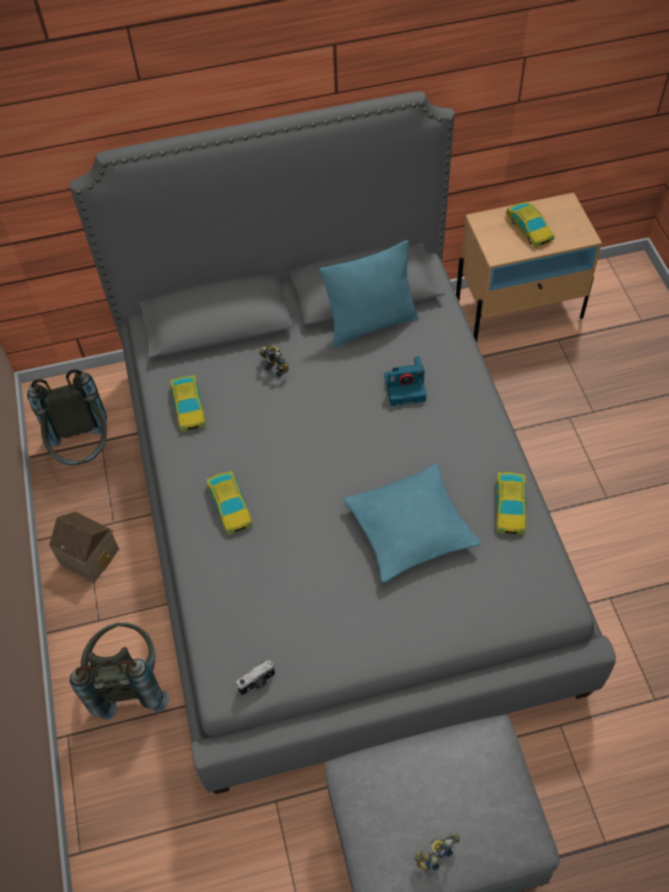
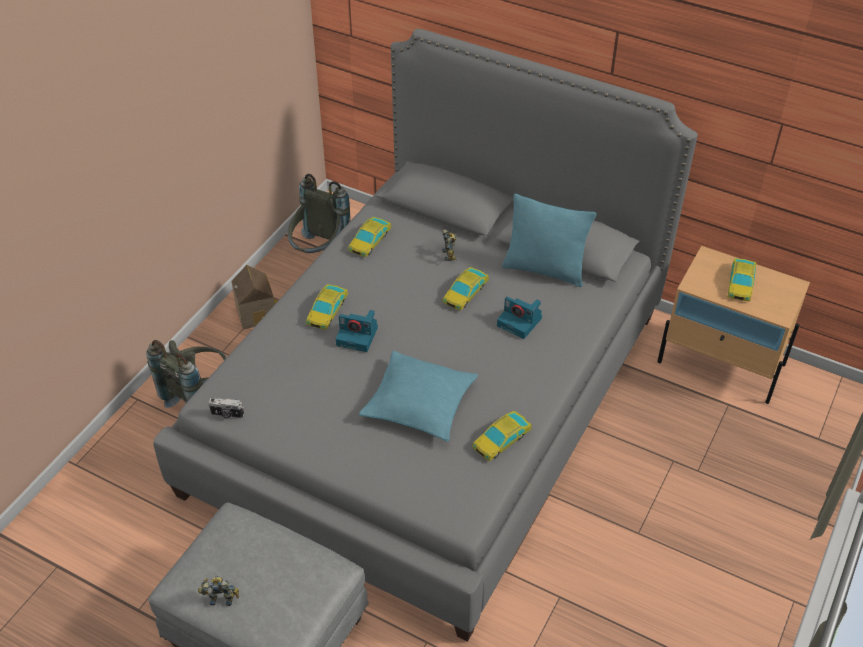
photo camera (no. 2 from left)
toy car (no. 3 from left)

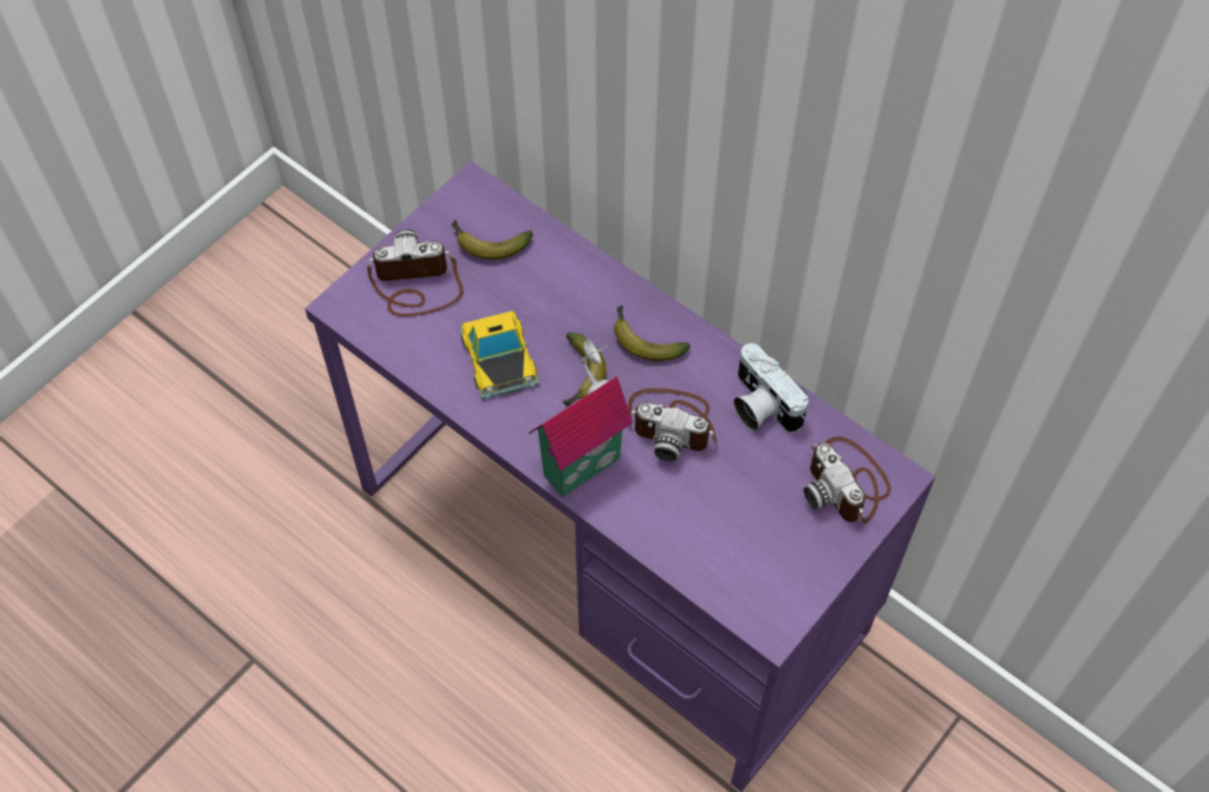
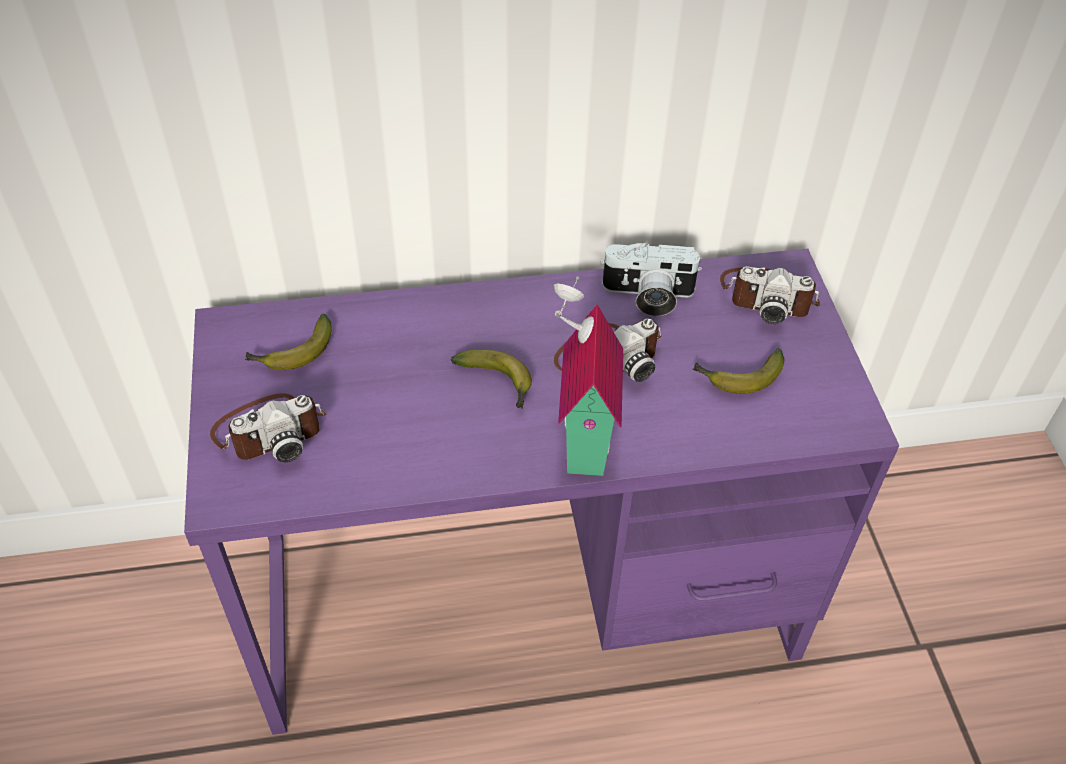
photo camera (no. 1 from left)
toy car
banana (no. 3 from left)

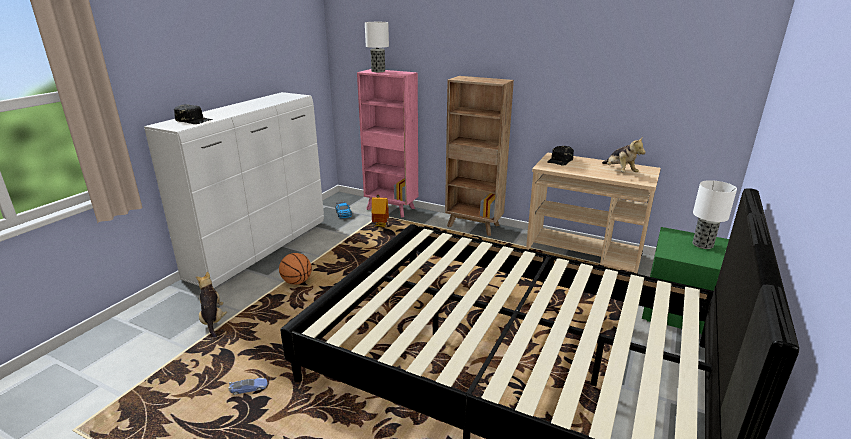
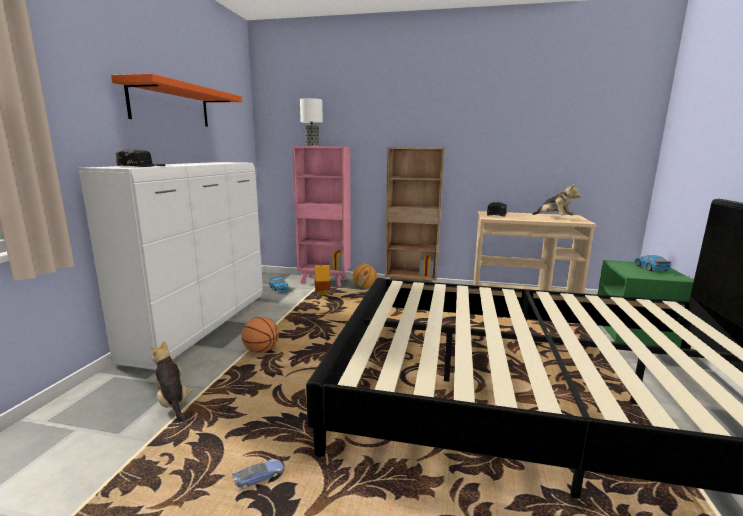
toy car (no. 3 from left)
shelf (orange)
basketball (no. 2 from left)

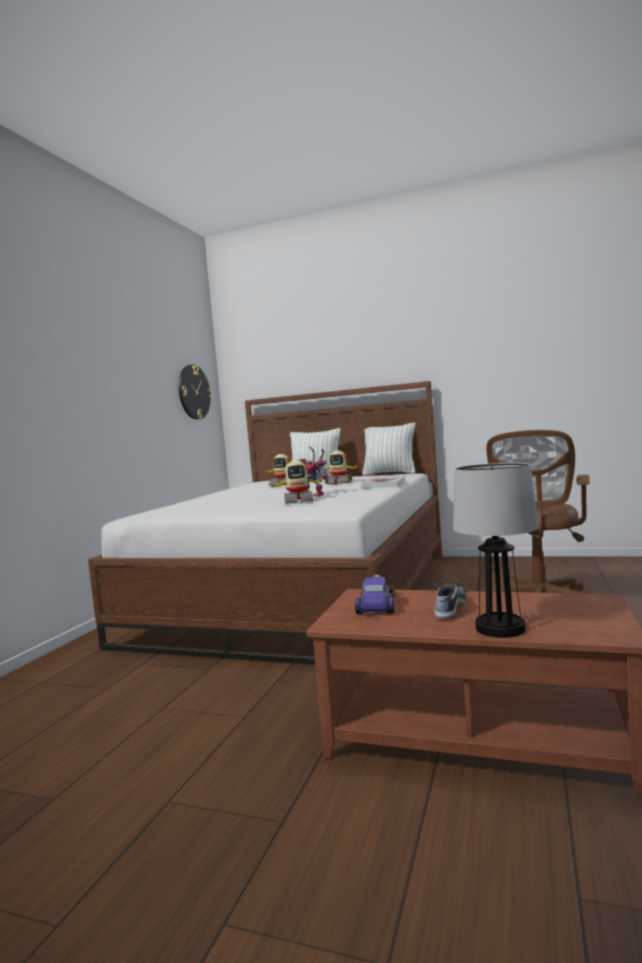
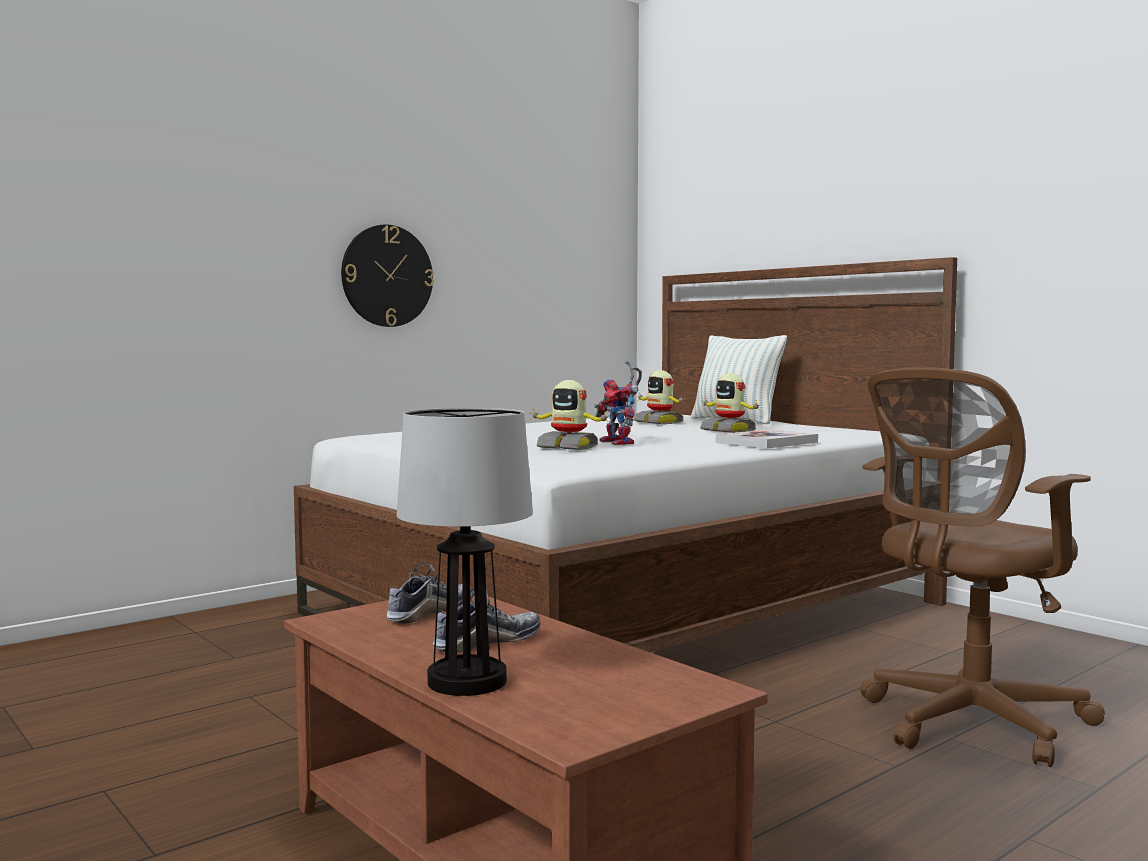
wall clock
shoe (no. 1 from left)
pillow (no. 2 from left in the first image)

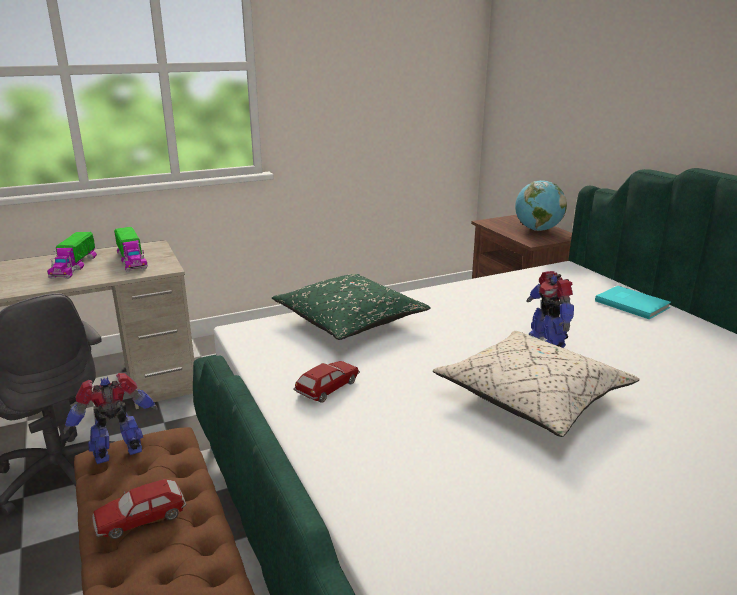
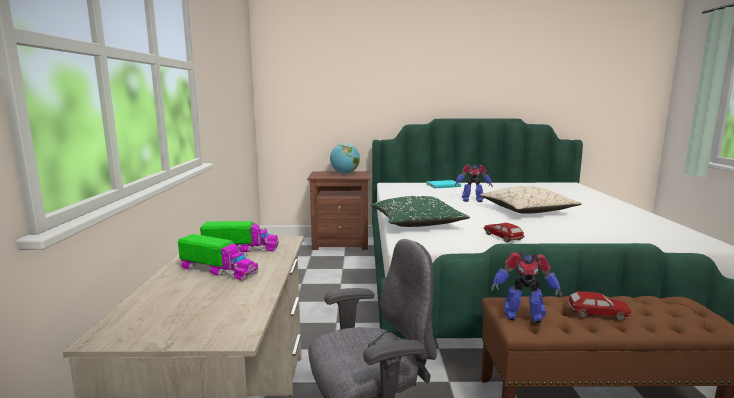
toy robot (no. 2 from left)
toy car (no. 2 from left)

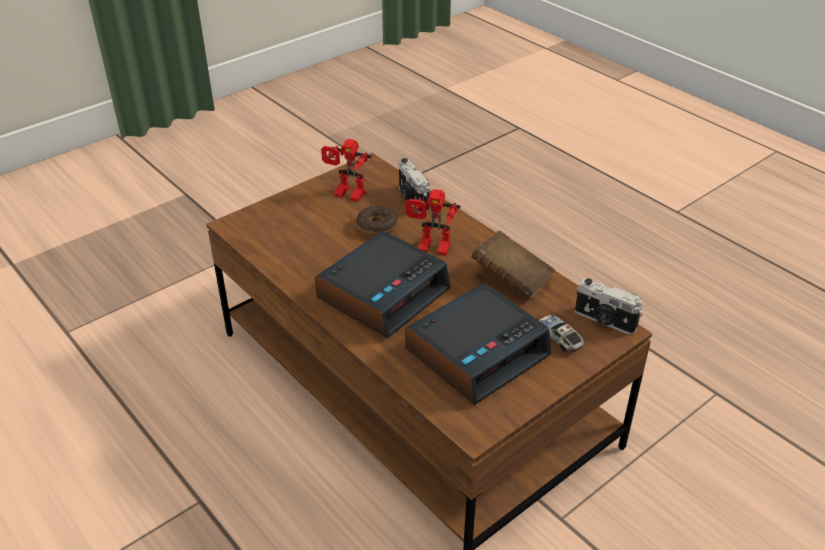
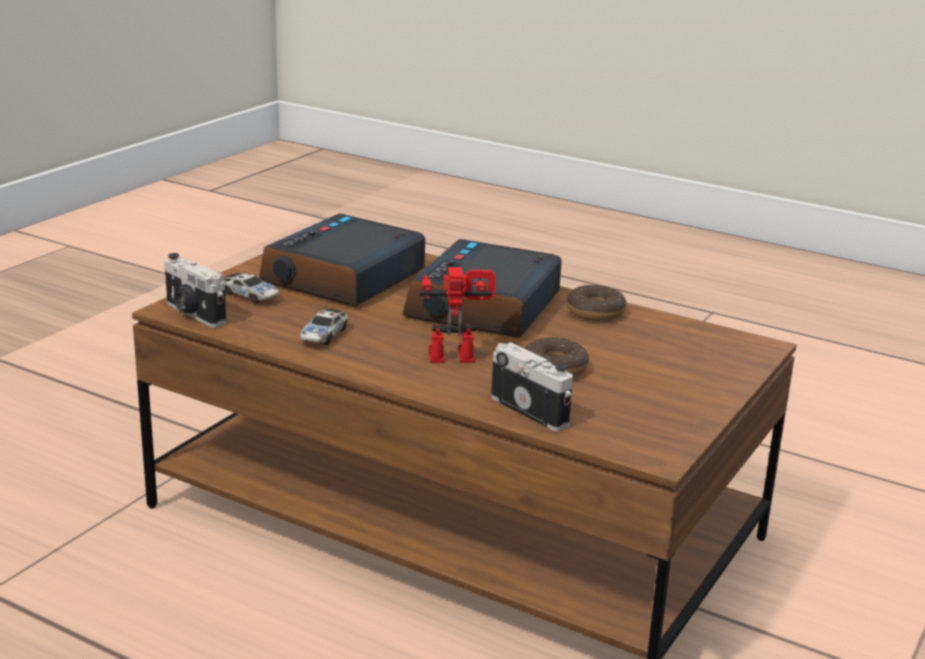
toy robot (no. 1 from left in the first image)
toy car (no. 2 from left)
photo camera (no. 1 from left)
donut (no. 2 from left)

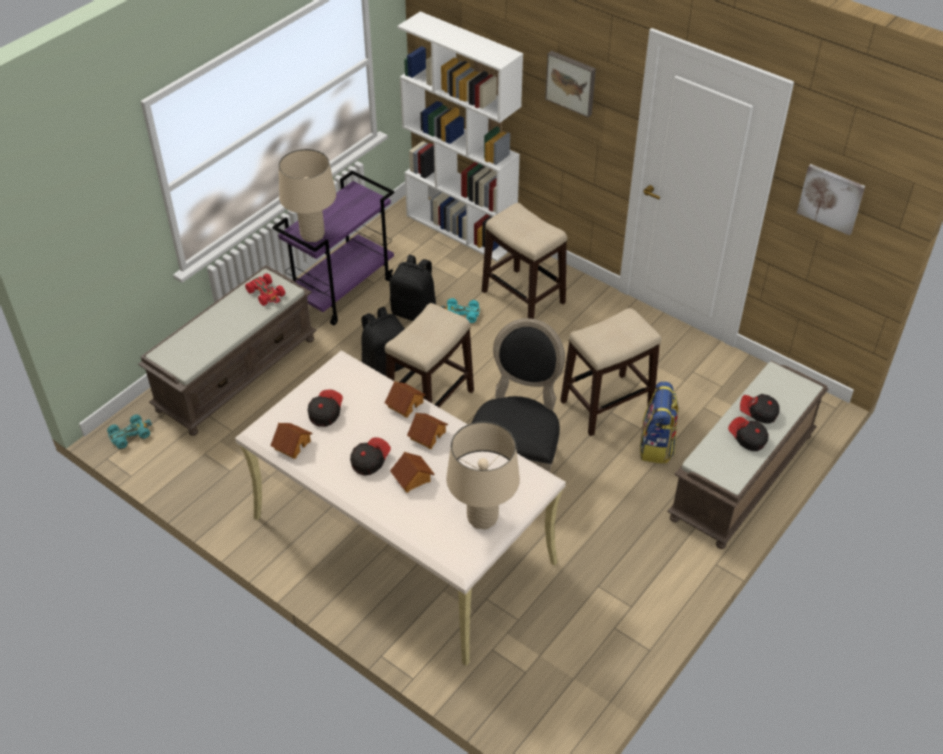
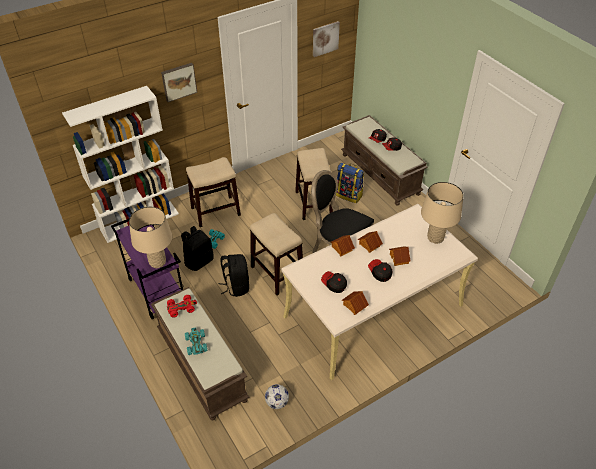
toy car (turquoise) (no. 1 from left)
football

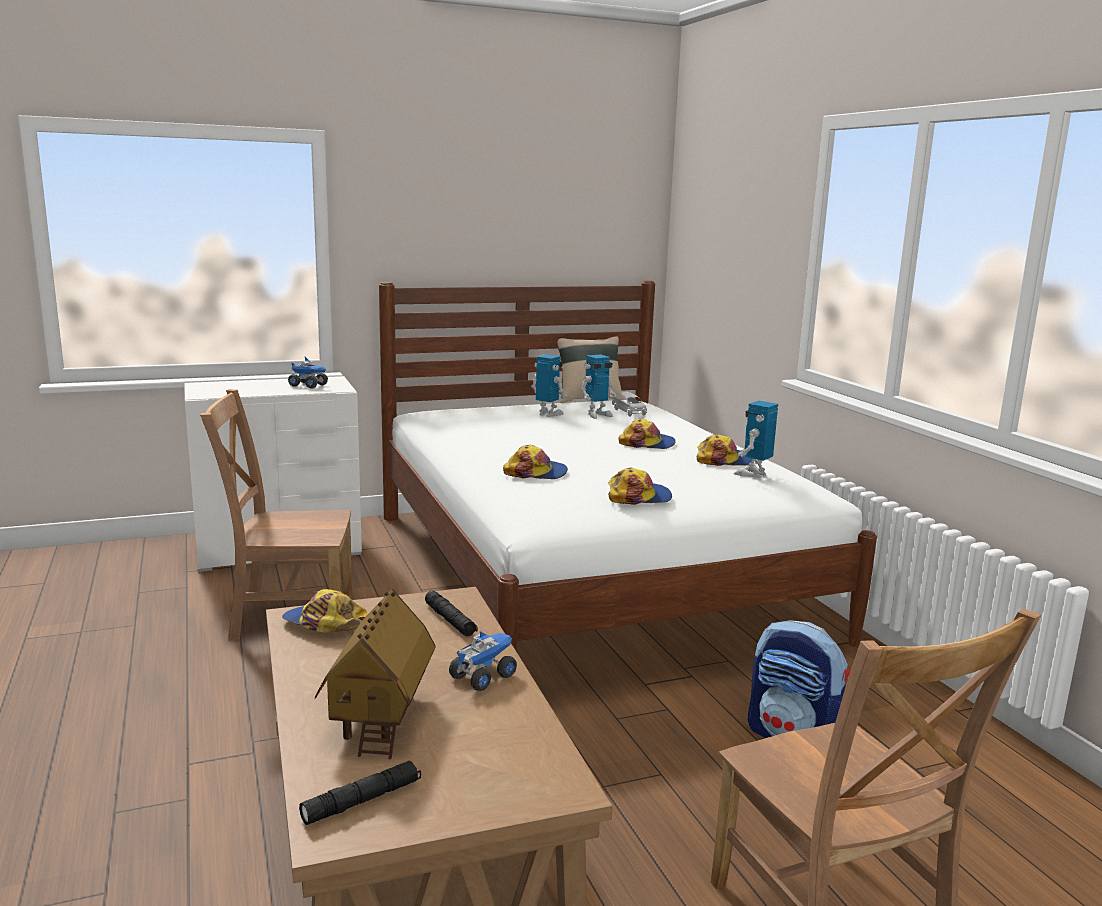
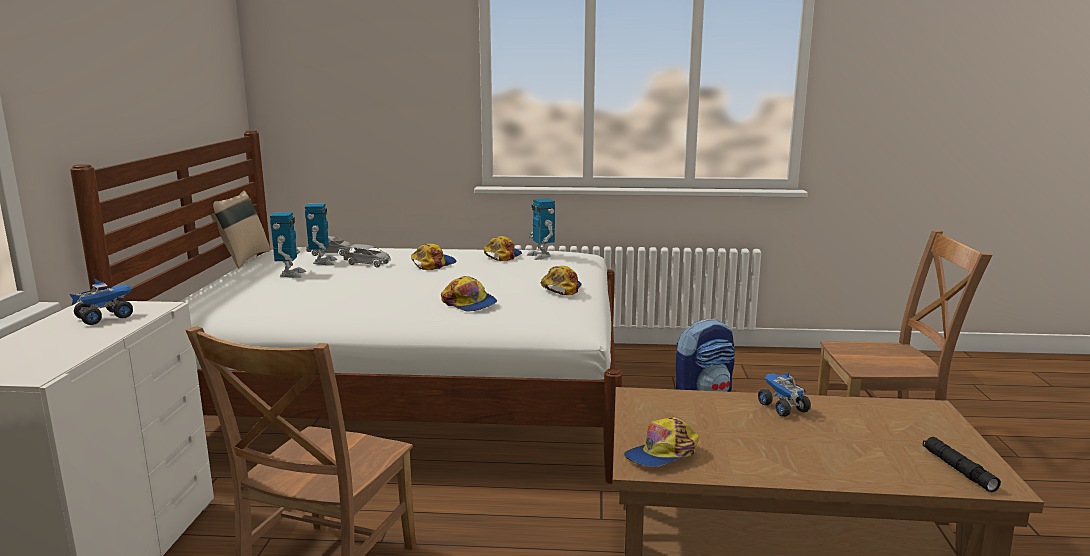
toy house
flashlight (black) (no. 2 from left in the first image)
cap (no. 2 from left)
toy robot (no. 1 from left)
toy car (grey) (no. 2 from left)

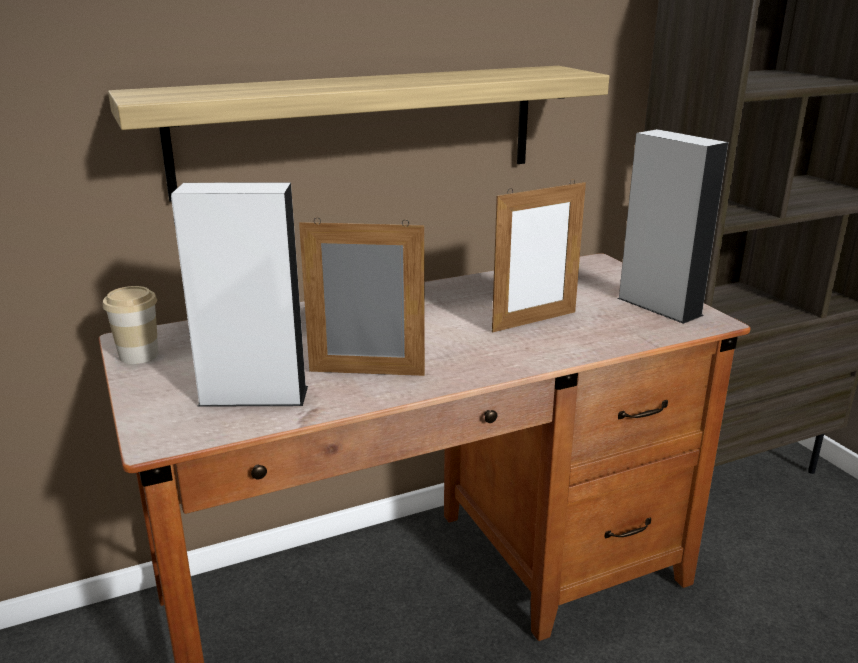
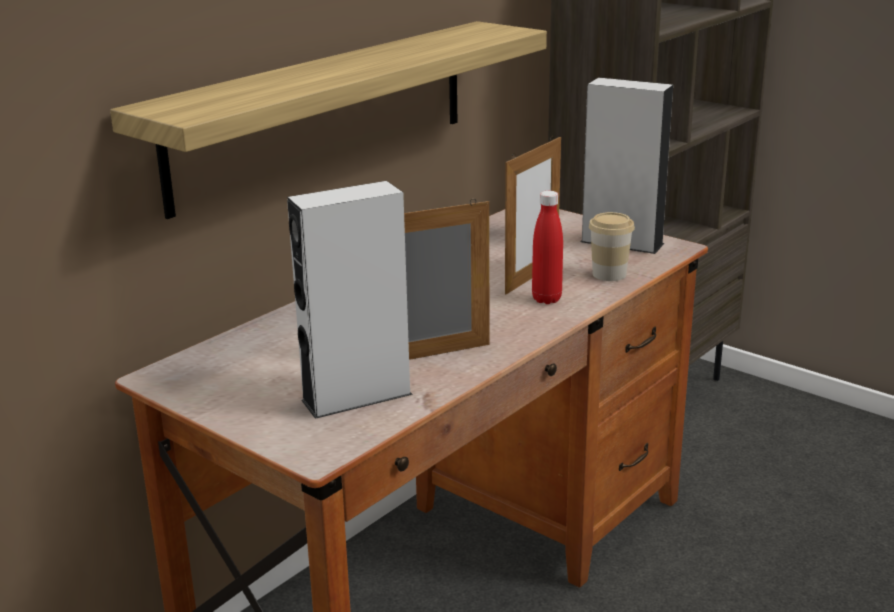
cup
bottle (red)

